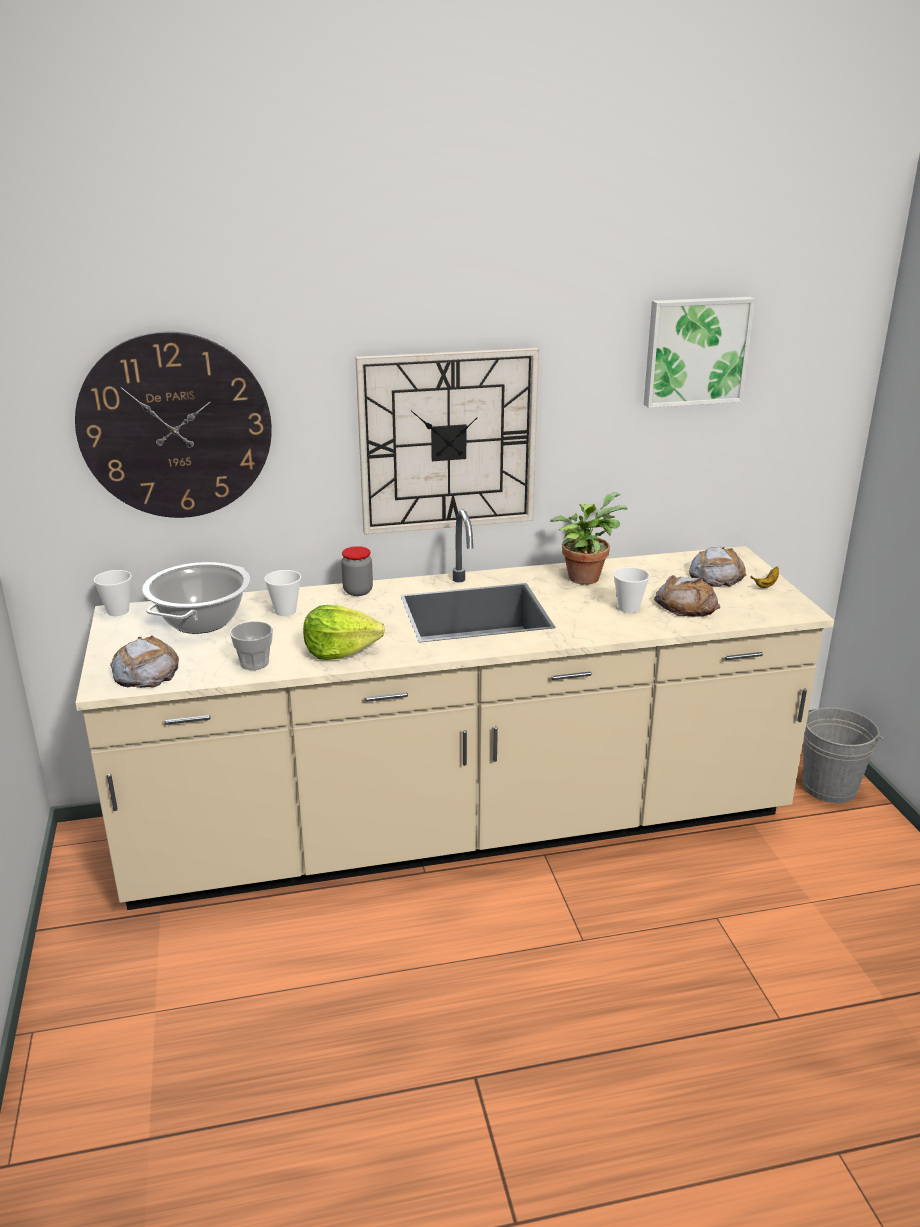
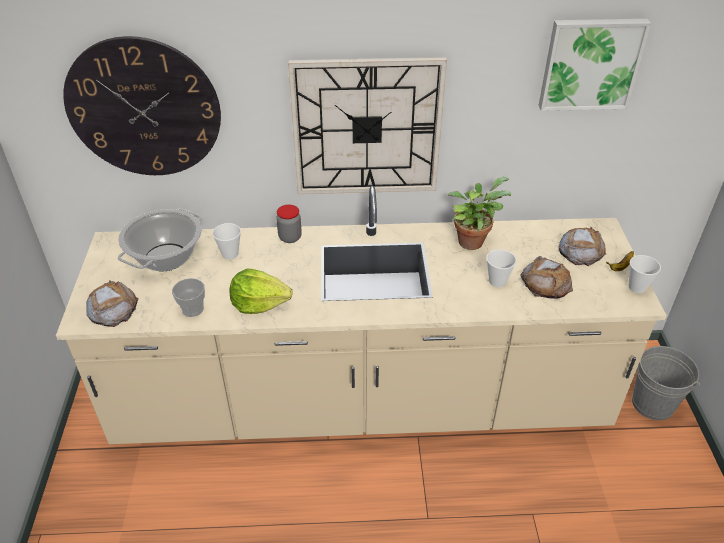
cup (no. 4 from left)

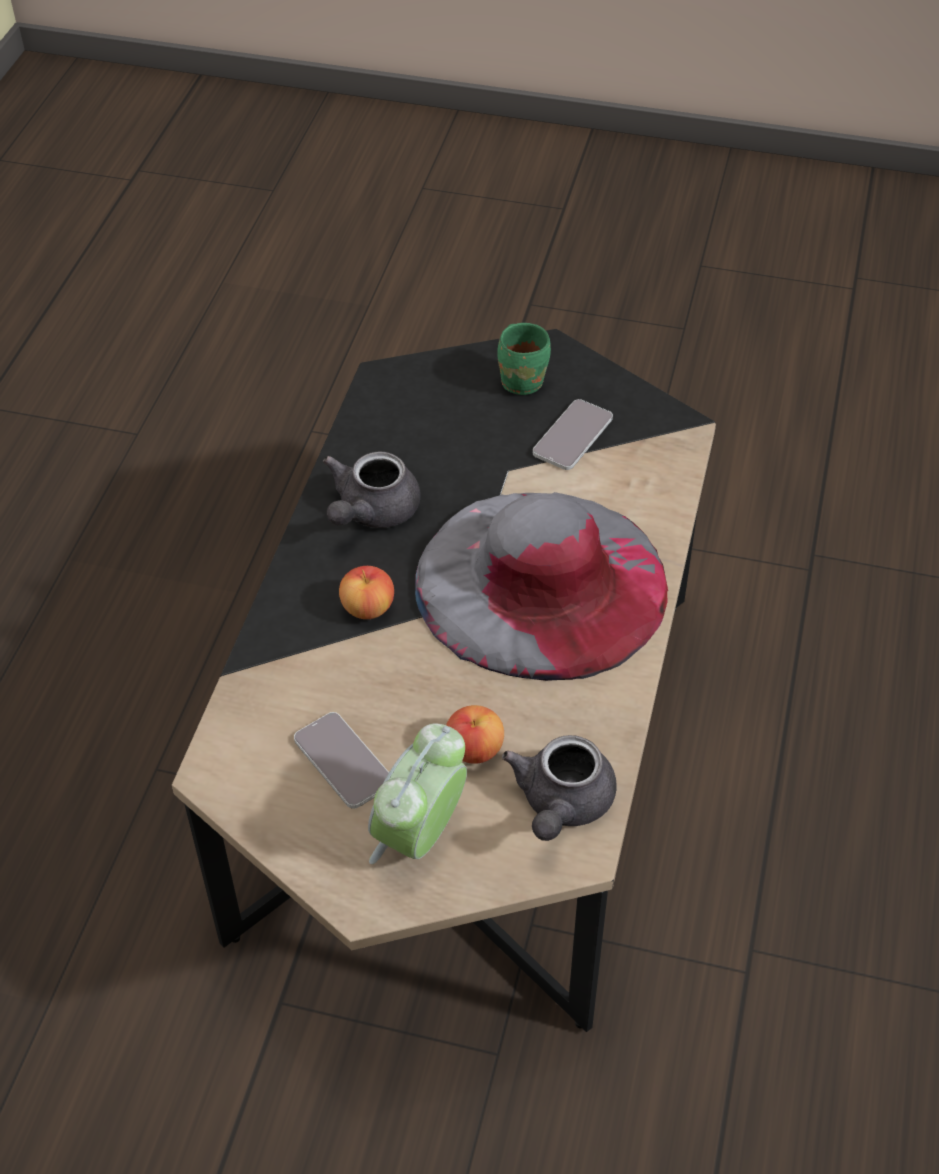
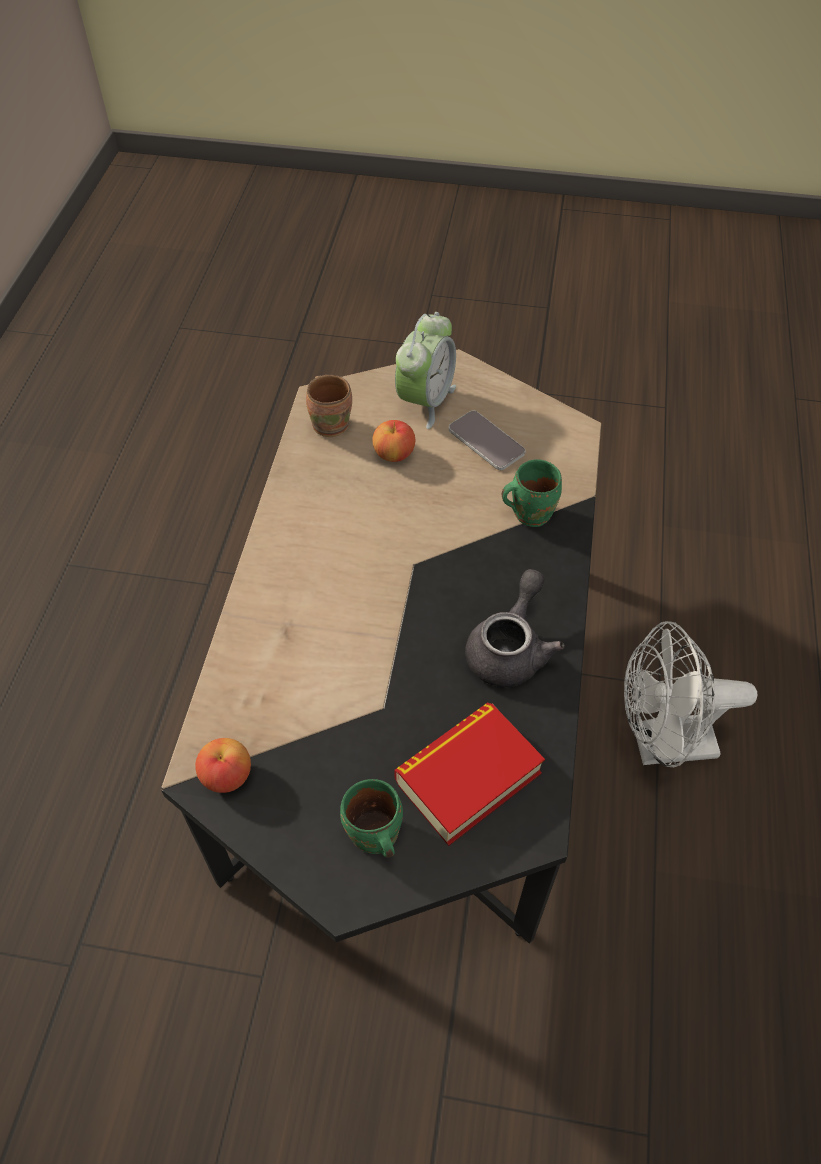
apple (no. 1 from left)
hat (grey)
mug (brown)
phone (no. 2 from left in the first image)
book
mug (green) (no. 2 from left)
fan (white)

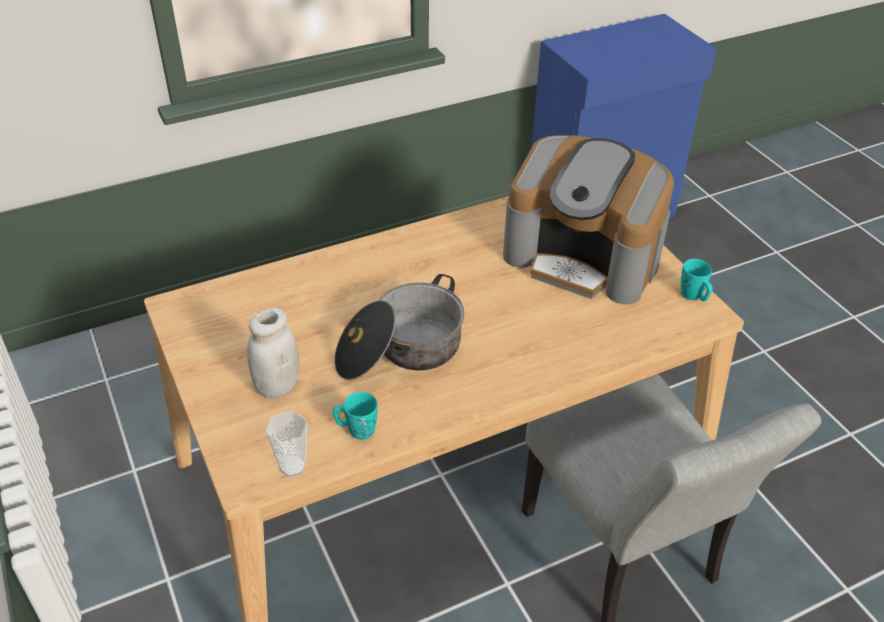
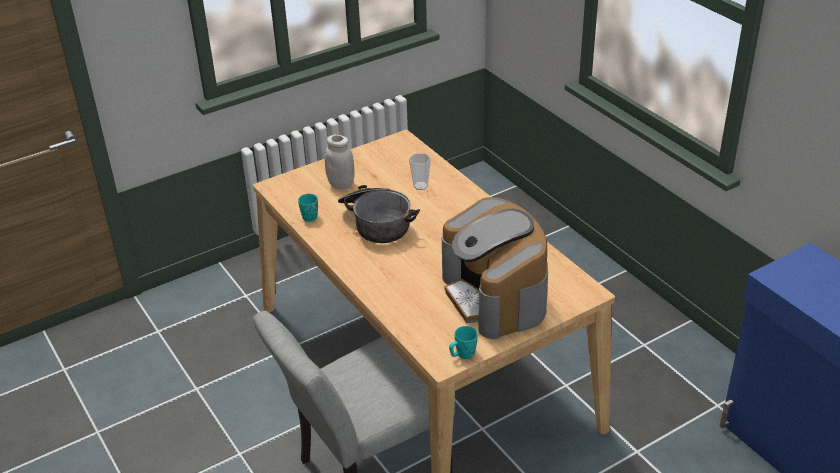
cup
coffee machine

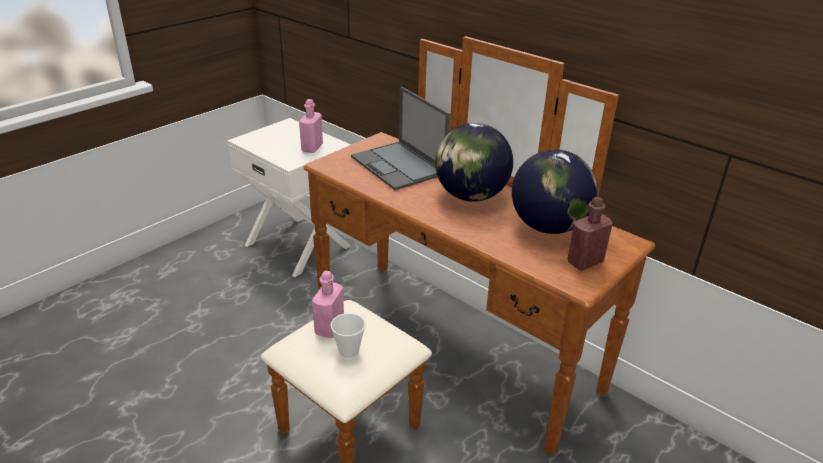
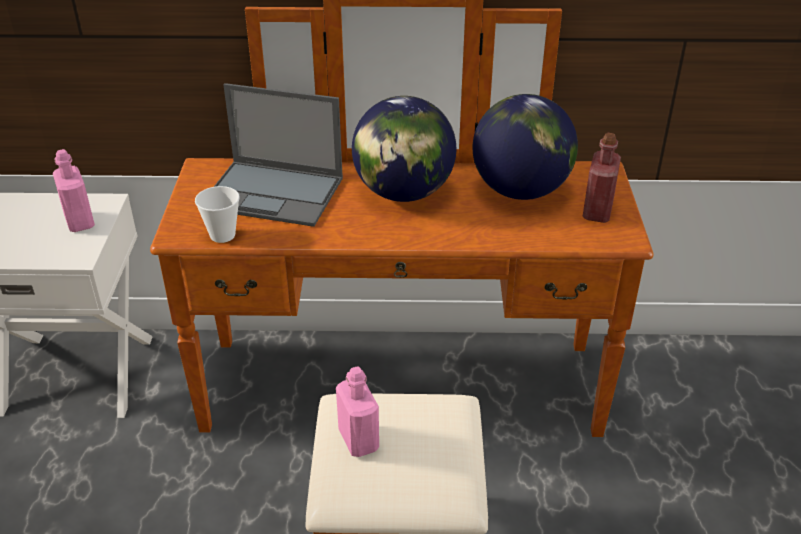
cup

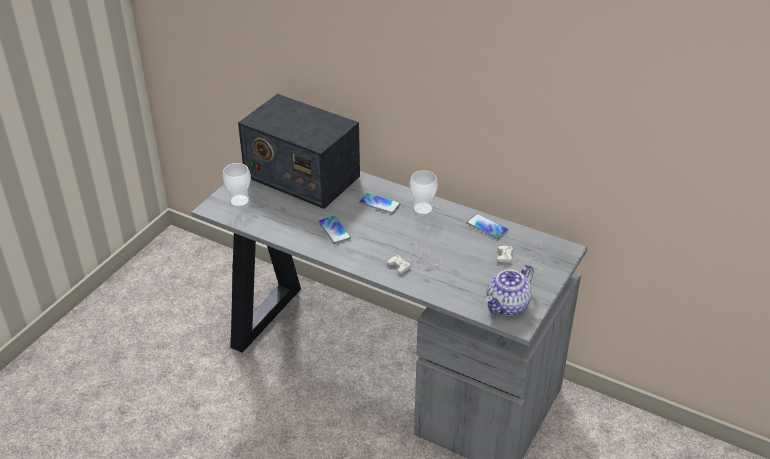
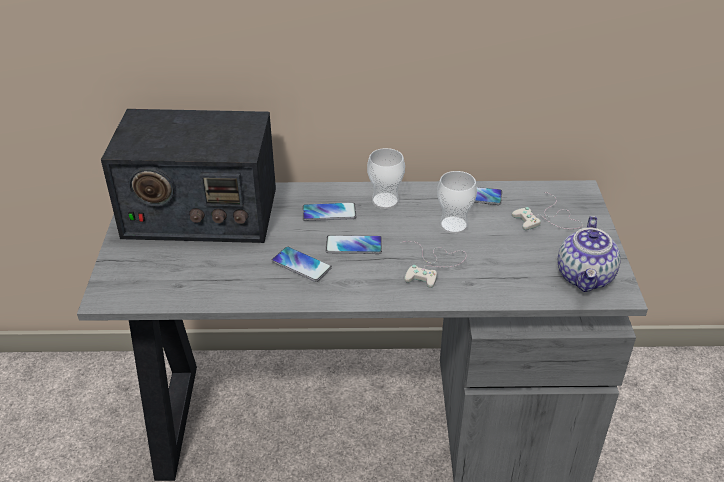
cup (no. 2 from left)
phone (no. 3 from left)

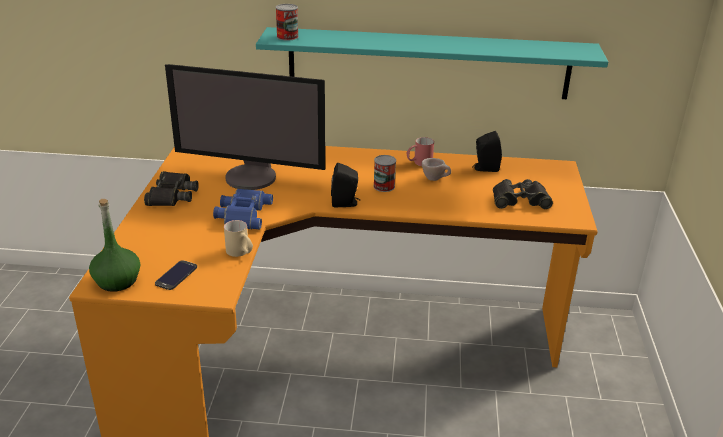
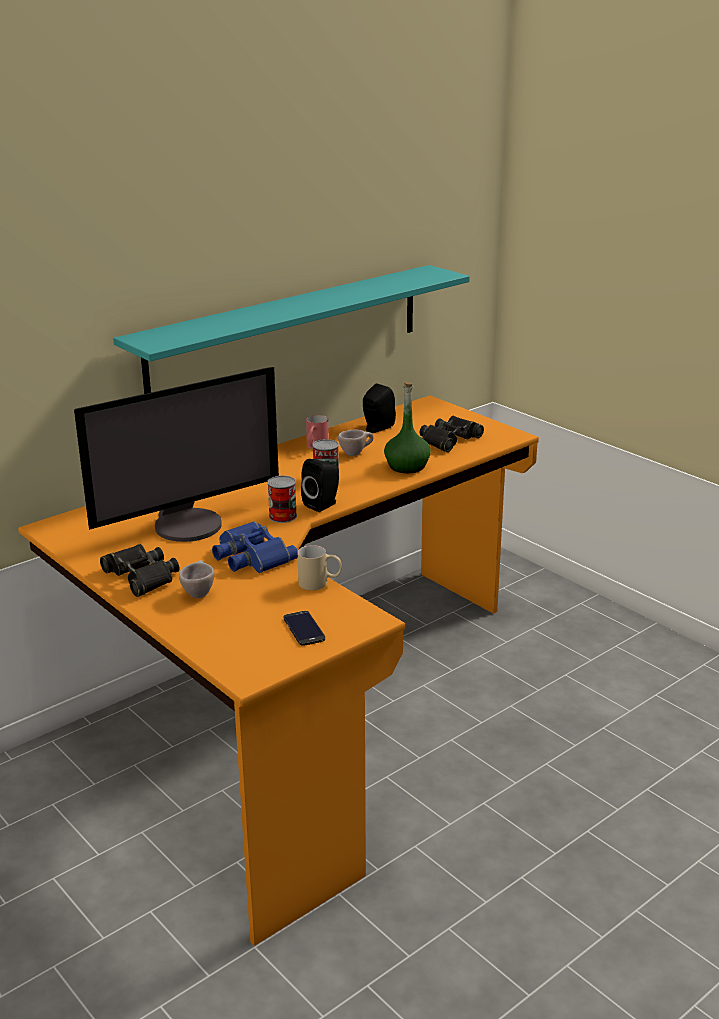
bottle (green)
can (no. 1 from left)
cup (beige) (no. 1 from left)

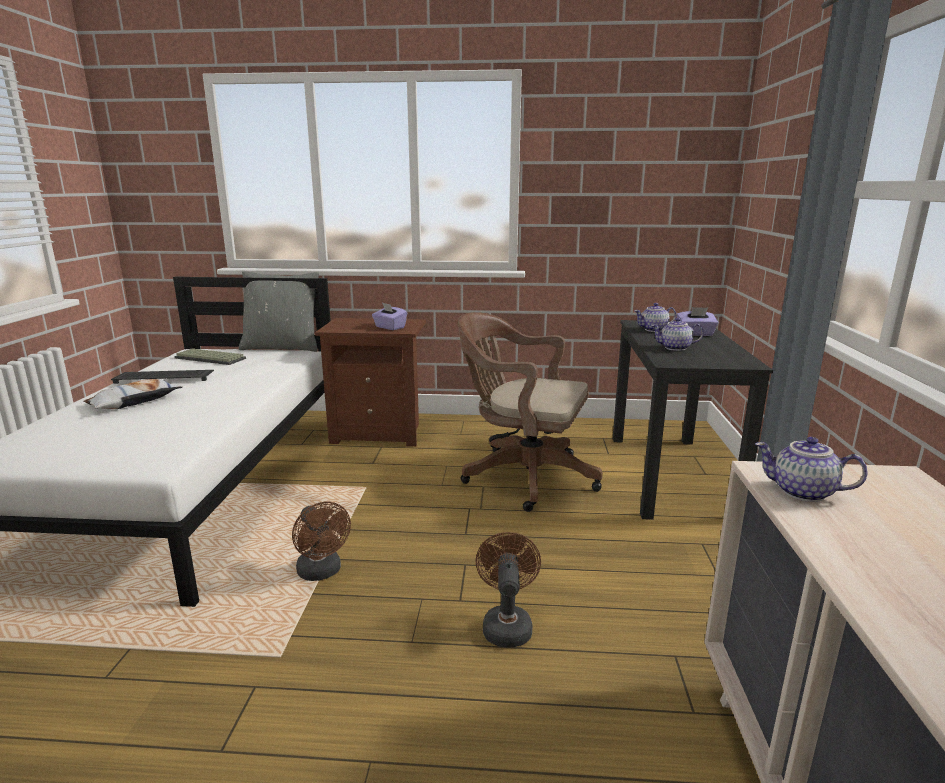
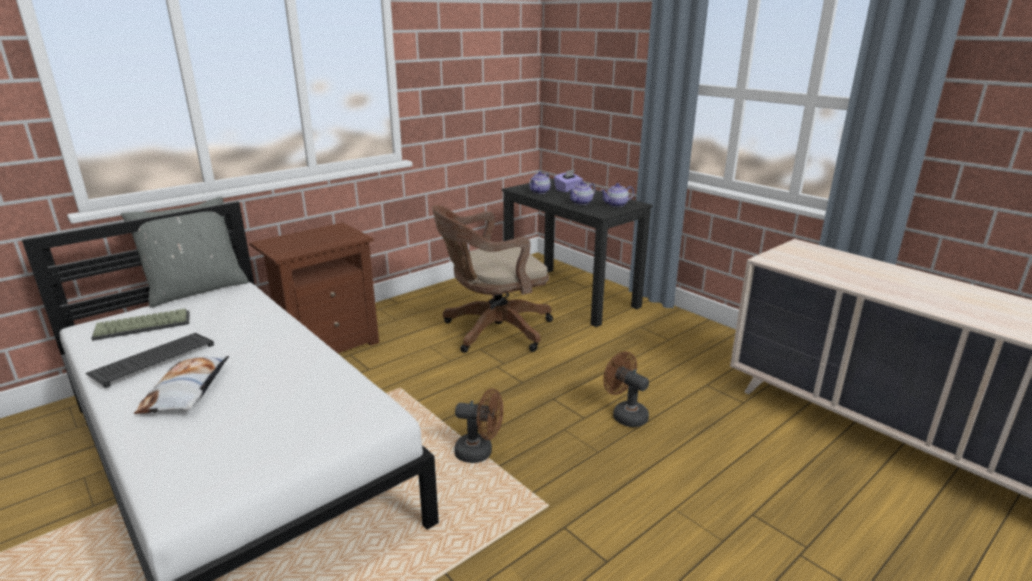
tissue box (purple) (no. 1 from left in the first image)
teapot (no. 3 from left)

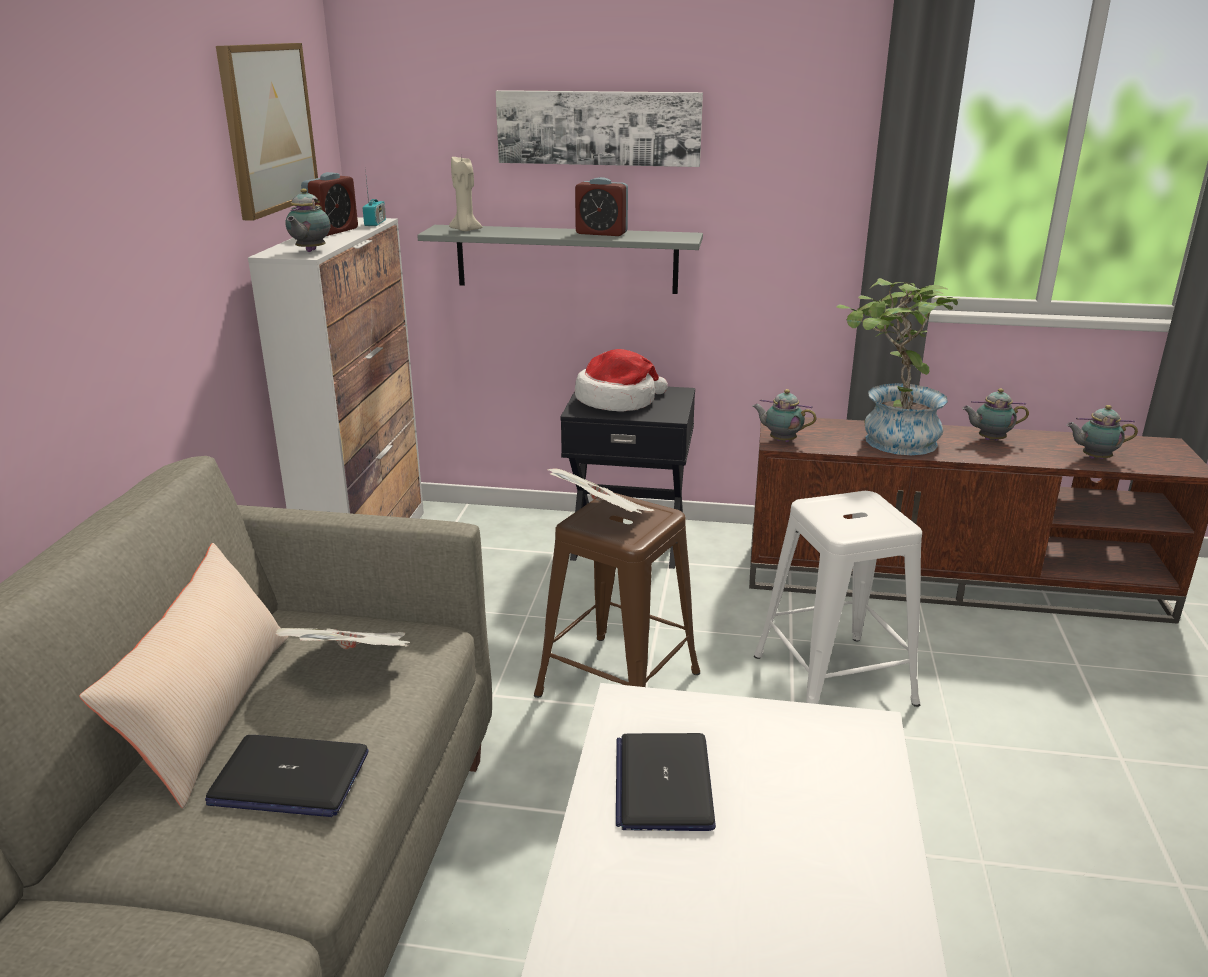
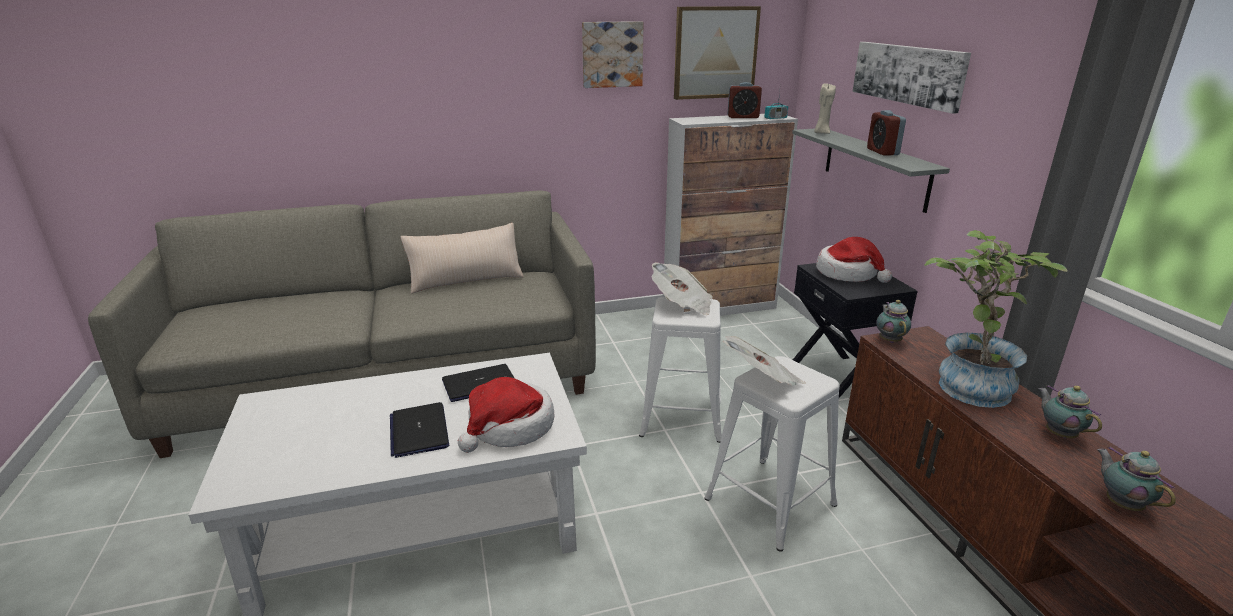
laptop (no. 1 from left)
newspaper (no. 2 from left)
teapot (no. 1 from left in the first image)
stool (white) (no. 1 from left)
hat (no. 1 from left)
picture (no. 1 from left)

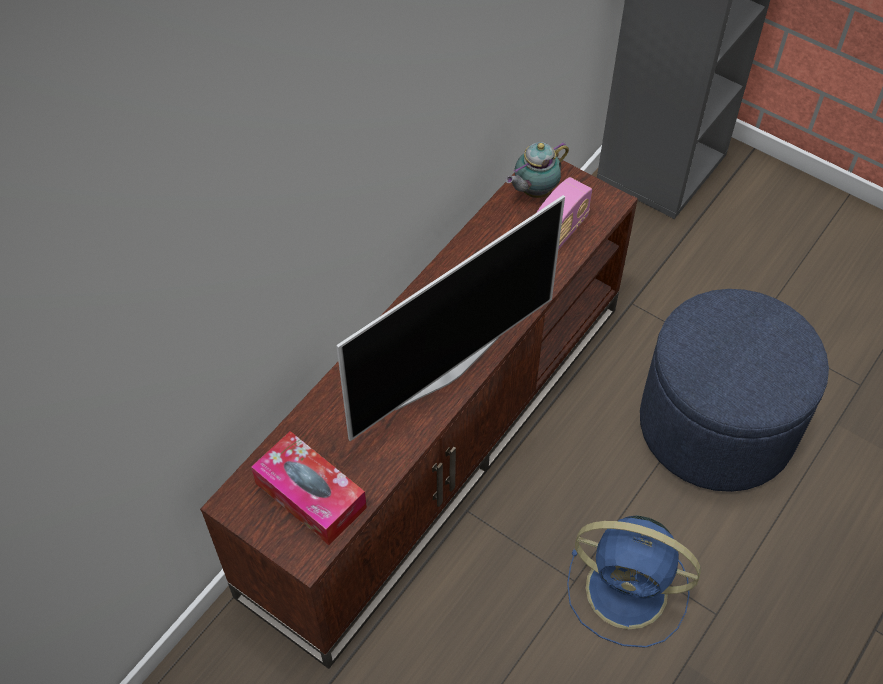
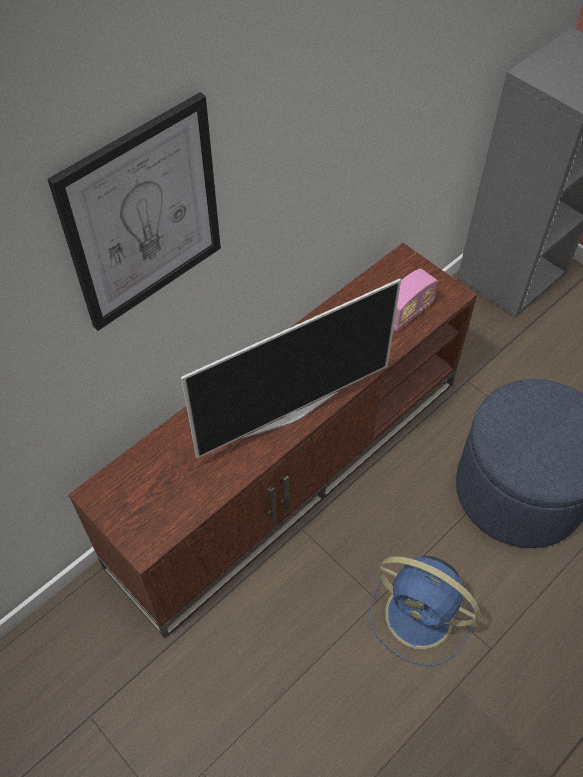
tissue box
teapot
picture

